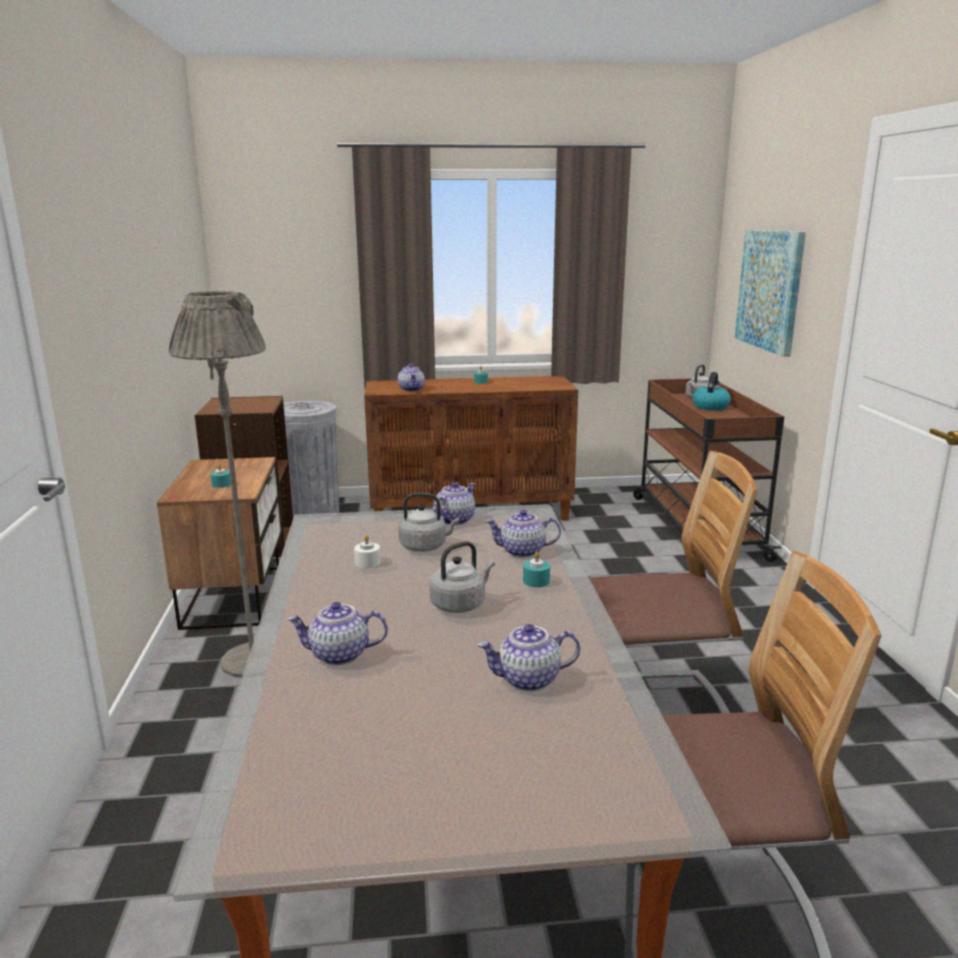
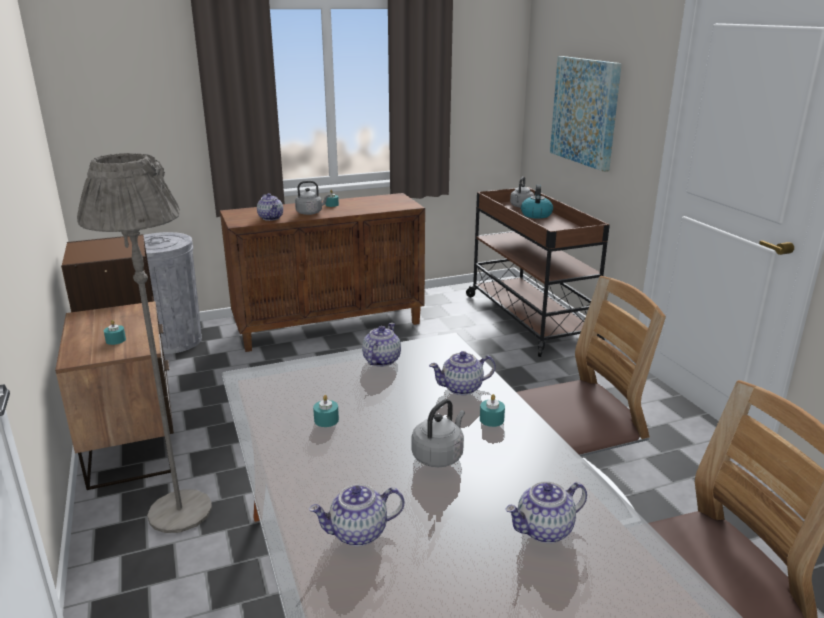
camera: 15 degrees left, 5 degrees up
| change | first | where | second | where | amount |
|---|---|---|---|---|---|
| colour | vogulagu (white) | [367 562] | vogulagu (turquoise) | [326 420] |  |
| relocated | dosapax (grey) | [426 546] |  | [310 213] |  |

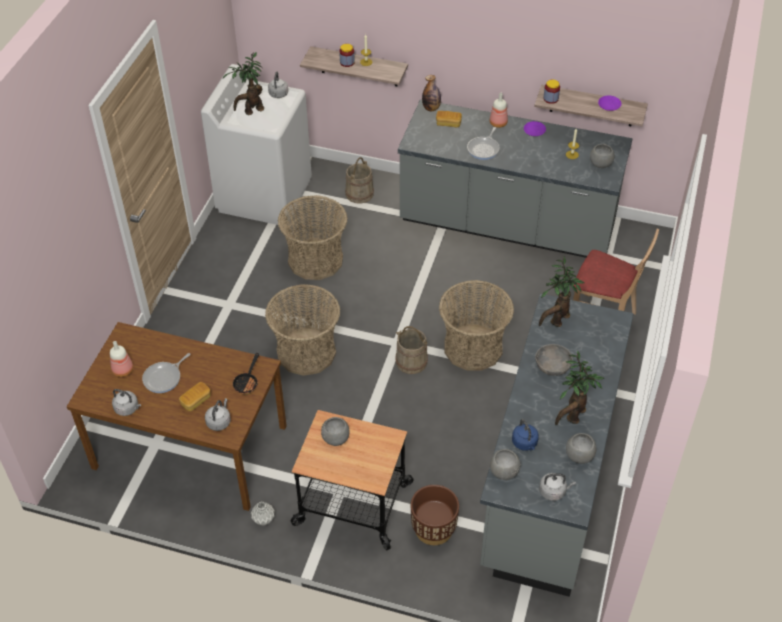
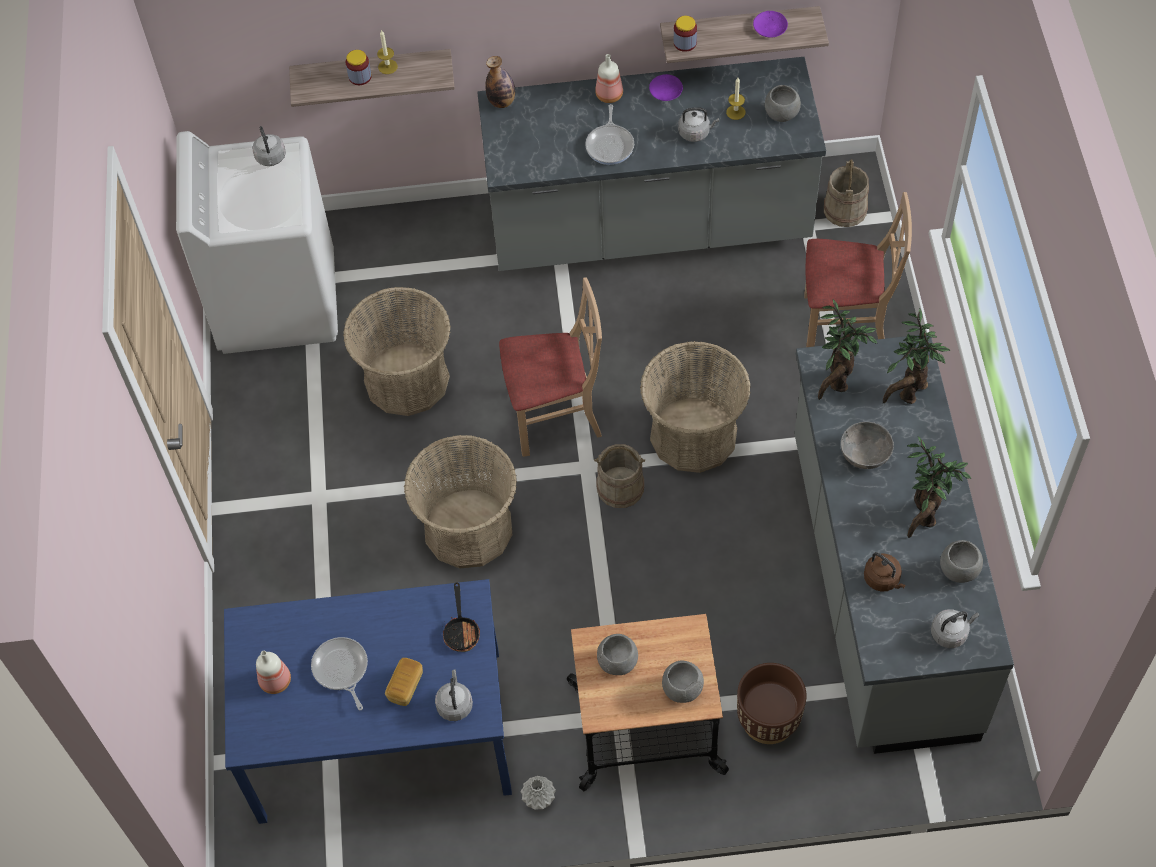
camera: 20 degrees left, 10 degrees up
| change | first | where | second | where | amount |
|---|---|---|---|---|---|
| colour | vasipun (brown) | [191 446] | vasipun (blue) | [383 733] |  |
| relocated | dosapax (grey) | [128 408] |  | [695 133] |  |
| spun | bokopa | [164 378] |  | [341 669] | 135 degrees clockwise |
| relocated | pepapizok | [251 110] |  | [908 393] |  |
| relocated | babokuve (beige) | [359 193] |  | [844 209] |  |
| missing | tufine | [448 123] |  |  |  |
| relocated | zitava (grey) | [504 471] |  | [682 689] |  |
| colour | dosapax (blue) | [525 443] | dosapax (brown) | [883 579] |  |
| appeared |  |  | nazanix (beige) | [555 416] |  |

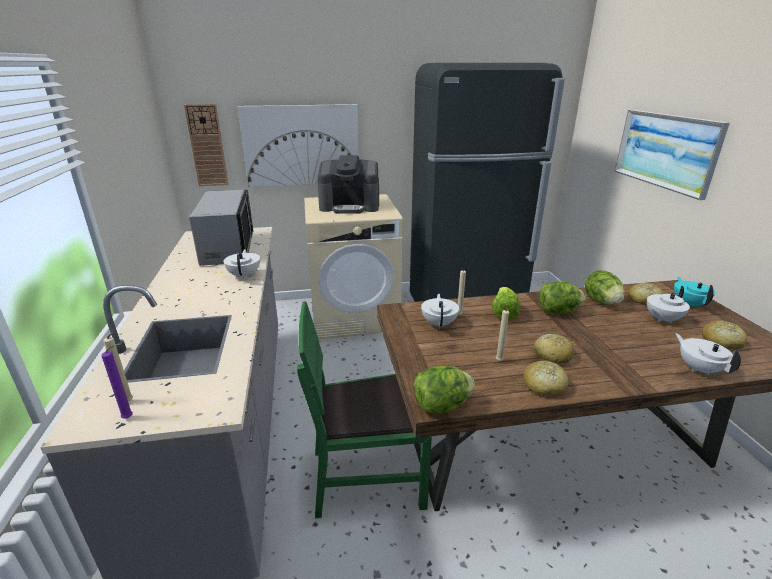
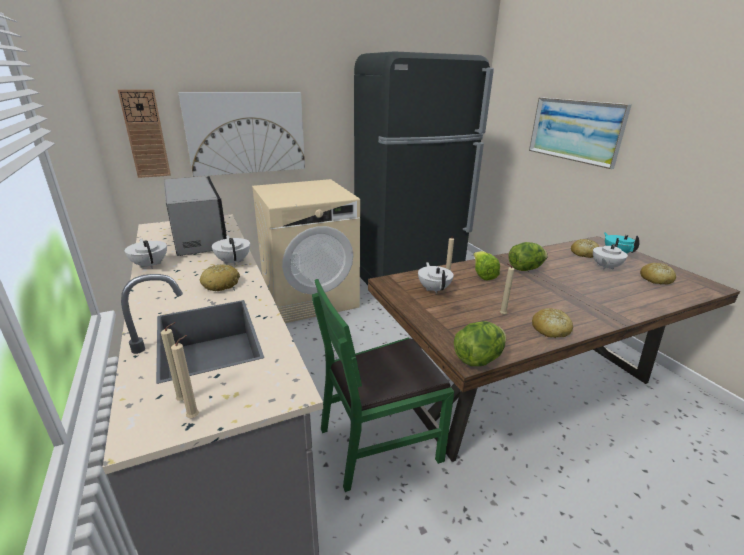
camera: 15 degrees left, 0 degrees up
| change | first | where | second | where | amount |
|---|---|---|---|---|---|
| colour | vogulagu (purple) | [129 418] | vogulagu (beige) | [195 417] |  |
| missing | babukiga | [350 206] |  |  |  |
| relocated | tufine | [552 355] |  | [221 284] |  |
| missing | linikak | [601 302] |  |  |  |
| relocated | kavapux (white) | [699 369] |  | [150 265] |  |

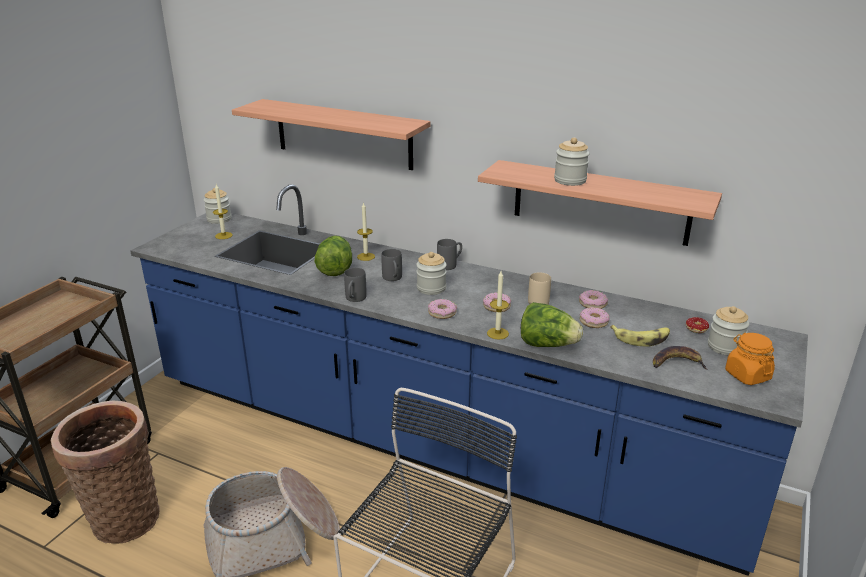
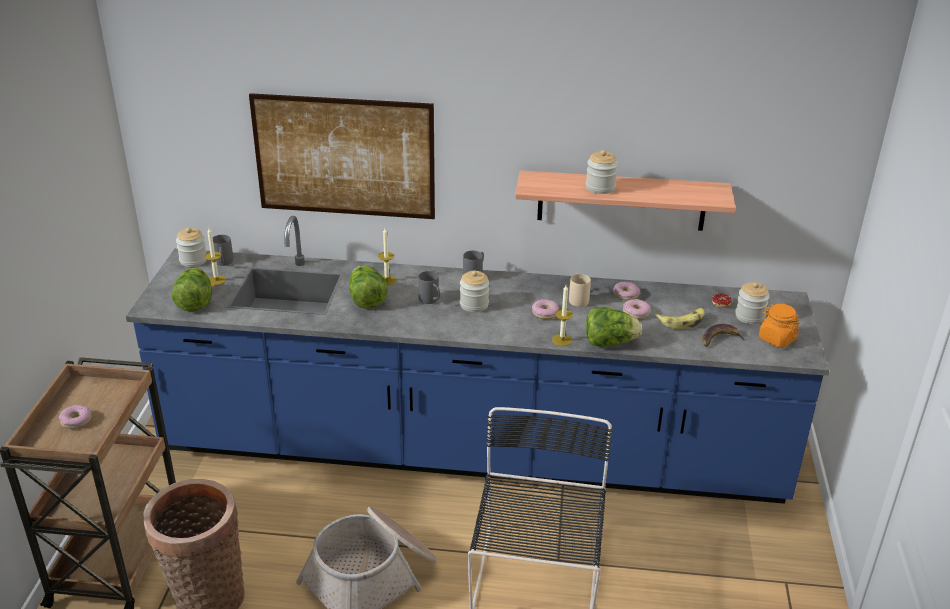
camera: 20 degrees left, 5 degrees up
| change | first | where | second | where | amount |
|---|---|---|---|---|---|
| exchanged | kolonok | [343 134] | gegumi | [344 157] |  |
| relocated | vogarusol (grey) | [354 299] |  | [223 263] |  |
| relocated | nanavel | [442 313] |  | [76 420] |  |
| appeared |  |  | linikak | [195 302] |  |

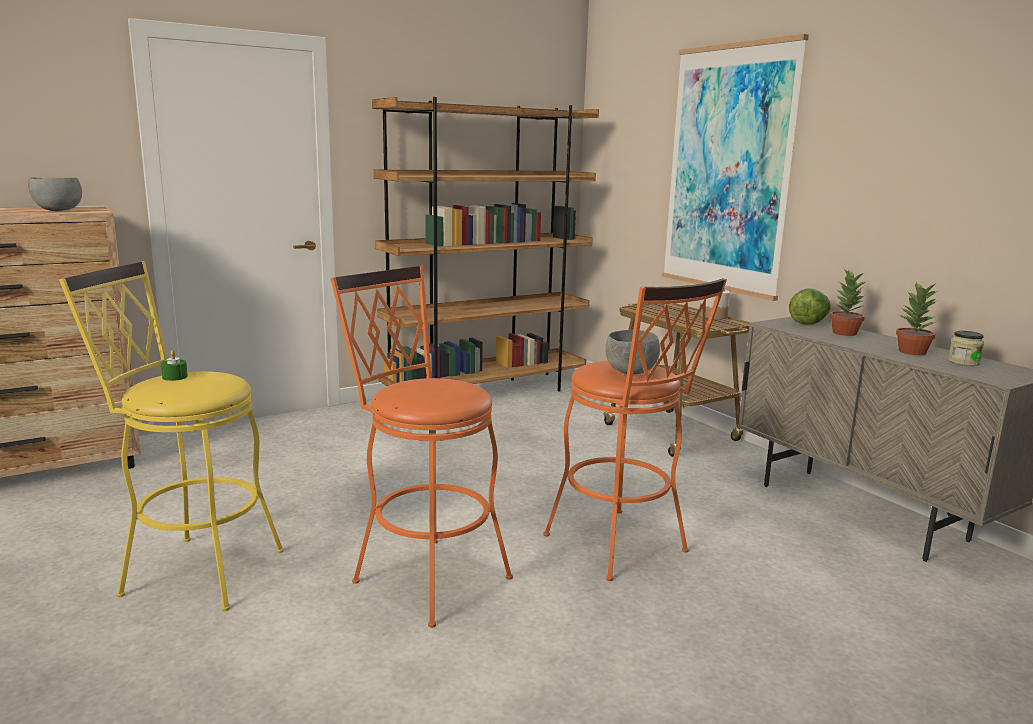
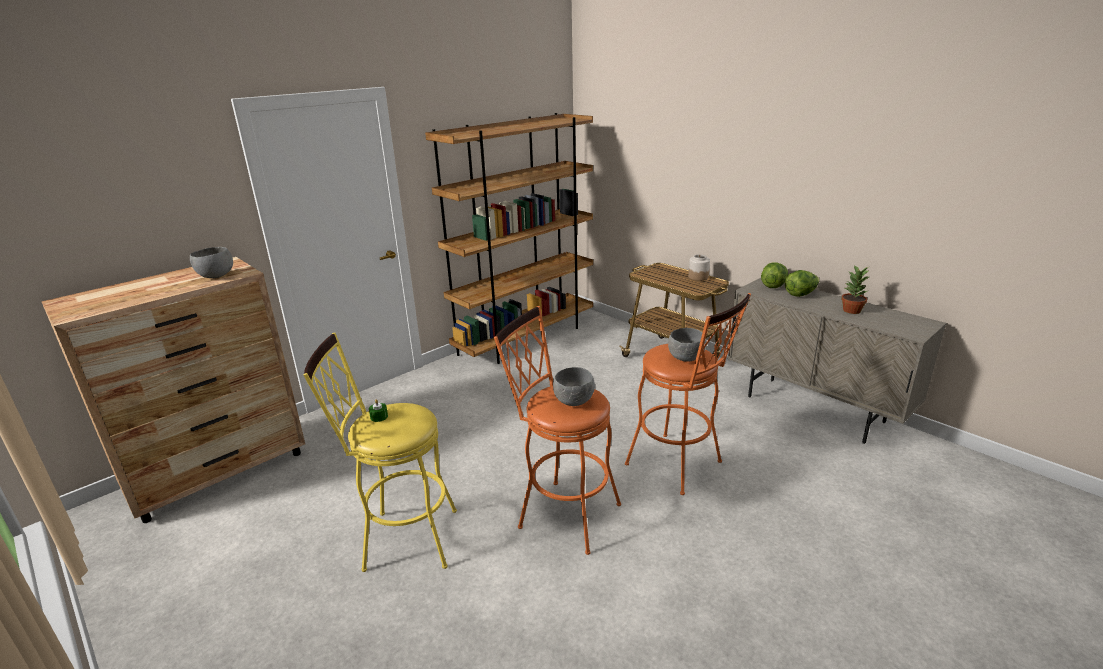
camera: 10 degrees left, 10 degrees up
| change | first | where | second | where | amount |
|---|---|---|---|---|---|
| missing | gegumi | [728 170] |  |  |  |
| exchanged | pepapizok | [844 333] | linikak | [800 294] |  |
| missing | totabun | [963 362] |  |  |  |
| appeared |  |  | zitava (grey) | [574 402] |  |

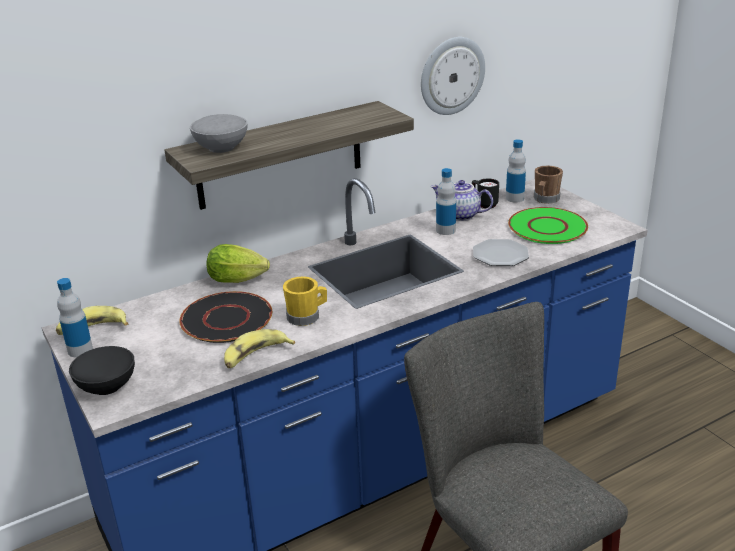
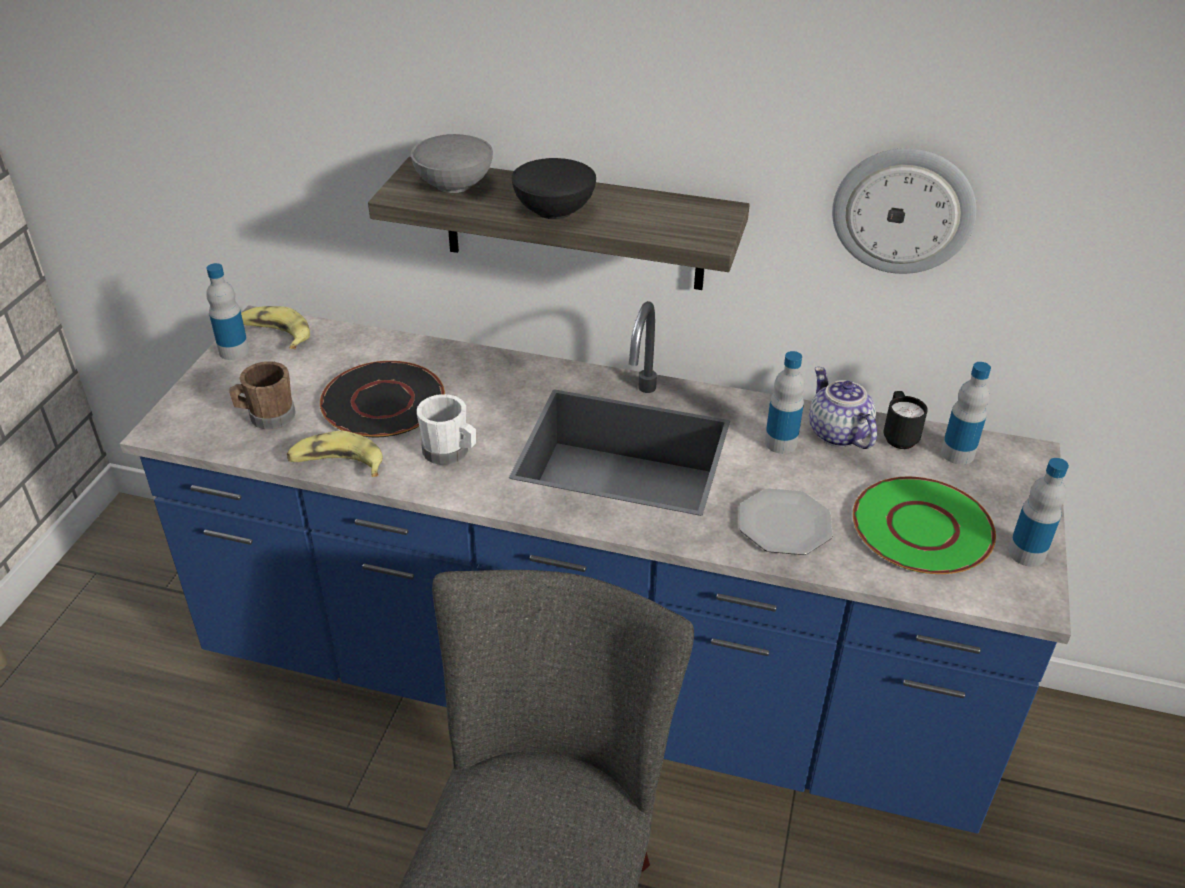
camera: 45 degrees right, 10 degrees up
| change | first | where | second | where | amount |
|---|---|---|---|---|---|
| relocated | zitava (black) | [106 385] |  | [554 209] |  |
| missing | linikak | [240 280] |  |  |  |
| colour | vogarusol (yellow) | [307 316] | vogarusol (white) | [450 452] |  |
| relocated | vogarusol (brown) | [545 199] |  | [267 417] |  |
| appeared |  |  | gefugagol | [1026 553] |  |

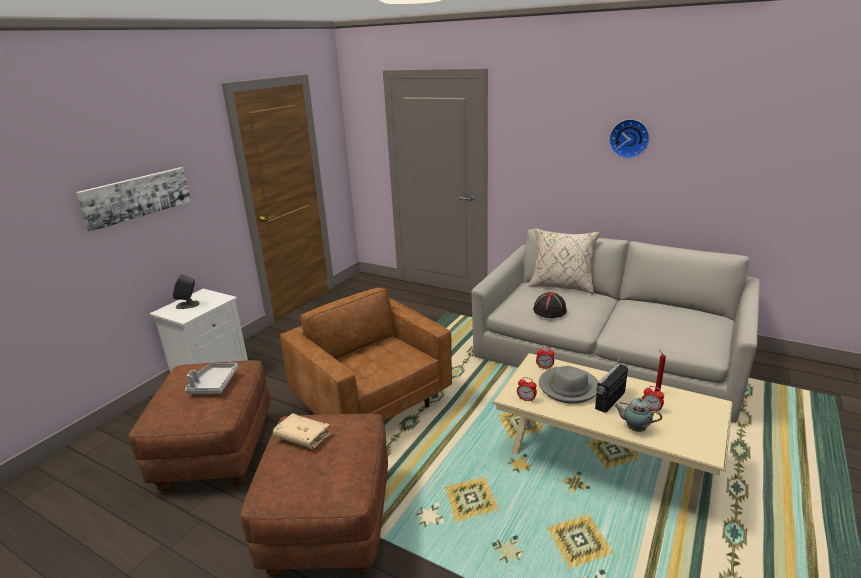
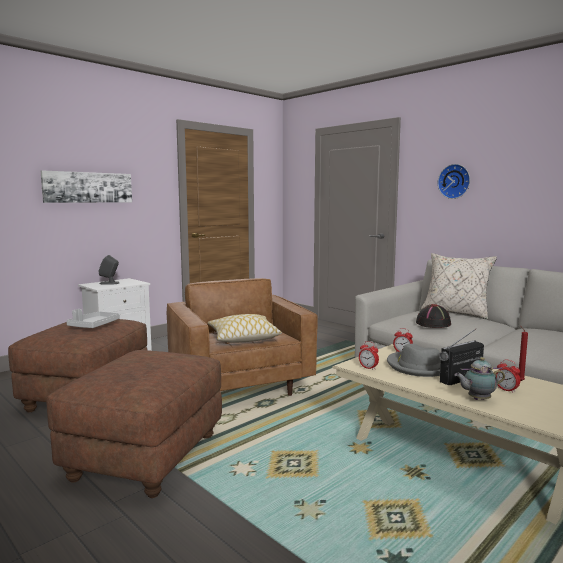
camera: 15 degrees right, 15 degrees down
| change | first | where | second | where | amount |
|---|---|---|---|---|---|
| missing | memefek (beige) | [302 437] |  |  |  |
| relocated | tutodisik | [629 138] |  | [454 181] |  |
| spun | kavapux | [634 428] |  | [477 399] | 45 degrees counterclockwise |
| appeared |  |  | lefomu | [243 338] |  |

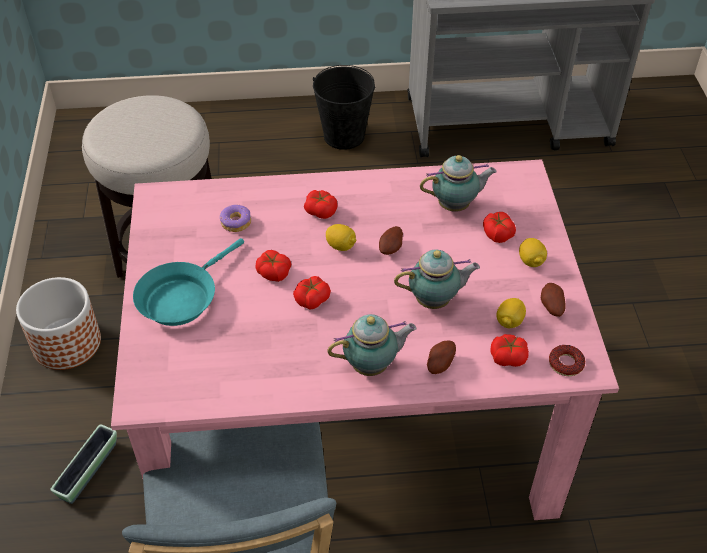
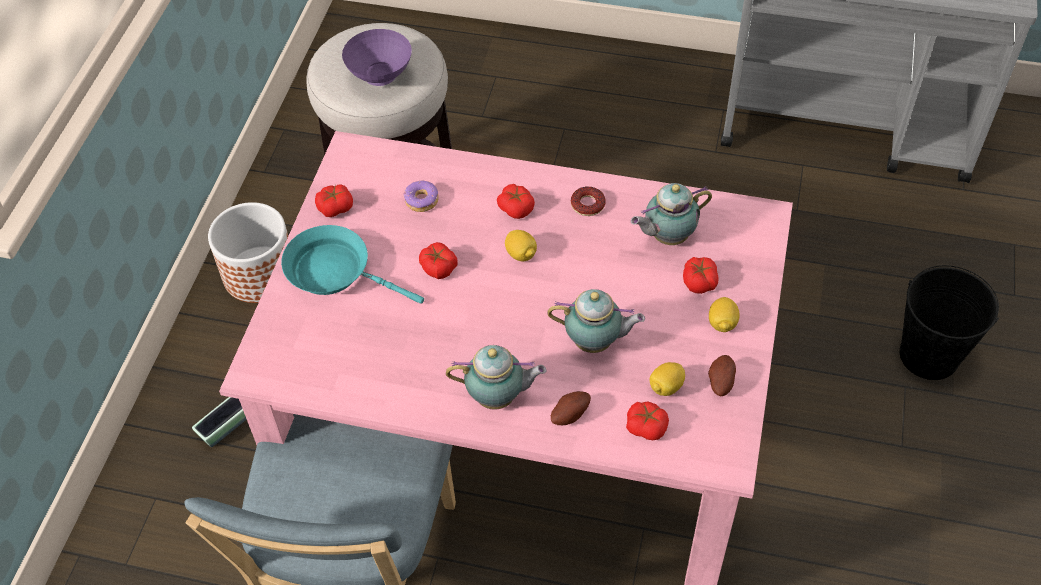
camera: 20 degrees right, 5 degrees up
| change | first | where | second | where | amount |
|---|---|---|---|---|---|
| spun | bokopa (turquoise) | [181 297] |  | [335 271] | 60 degrees clockwise |
| relocated | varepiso | [312 299] |  | [335 207] |  |
| relocated | babokuve (black) | [344 136] |  | [929 356] |  |
| missing | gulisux | [391 248] |  |  |  |
| spun | kavapux | [456 206] |  | [667 237] | 150 degrees clockwise |
| relocated | nanavel | [565 363] |  | [587 204] |  |
| appeared |  |  | zitava (purple) | [381 76] |  |

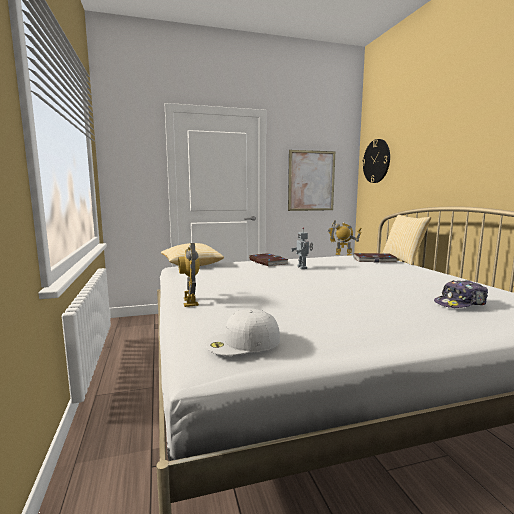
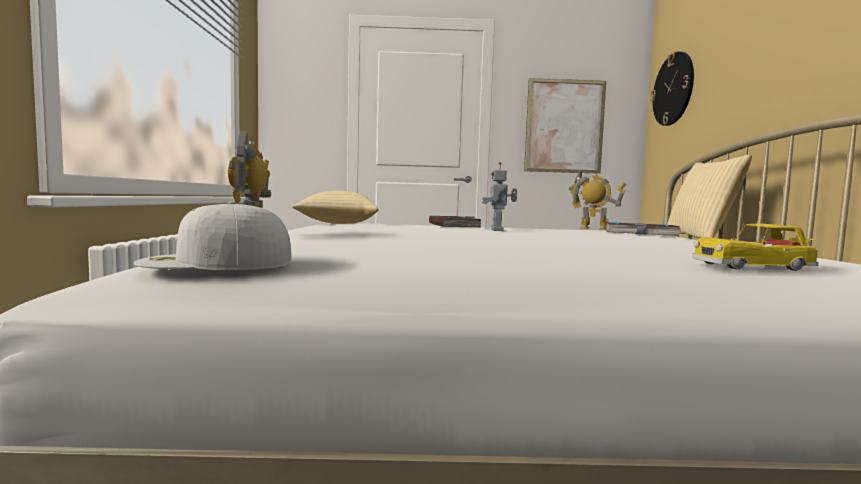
camera: 15 degrees right, 5 degrees down
| change | first | where | second | where | amount |
|---|---|---|---|---|---|
| exchanged | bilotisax | [460 303] | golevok | [754 267] |  |

